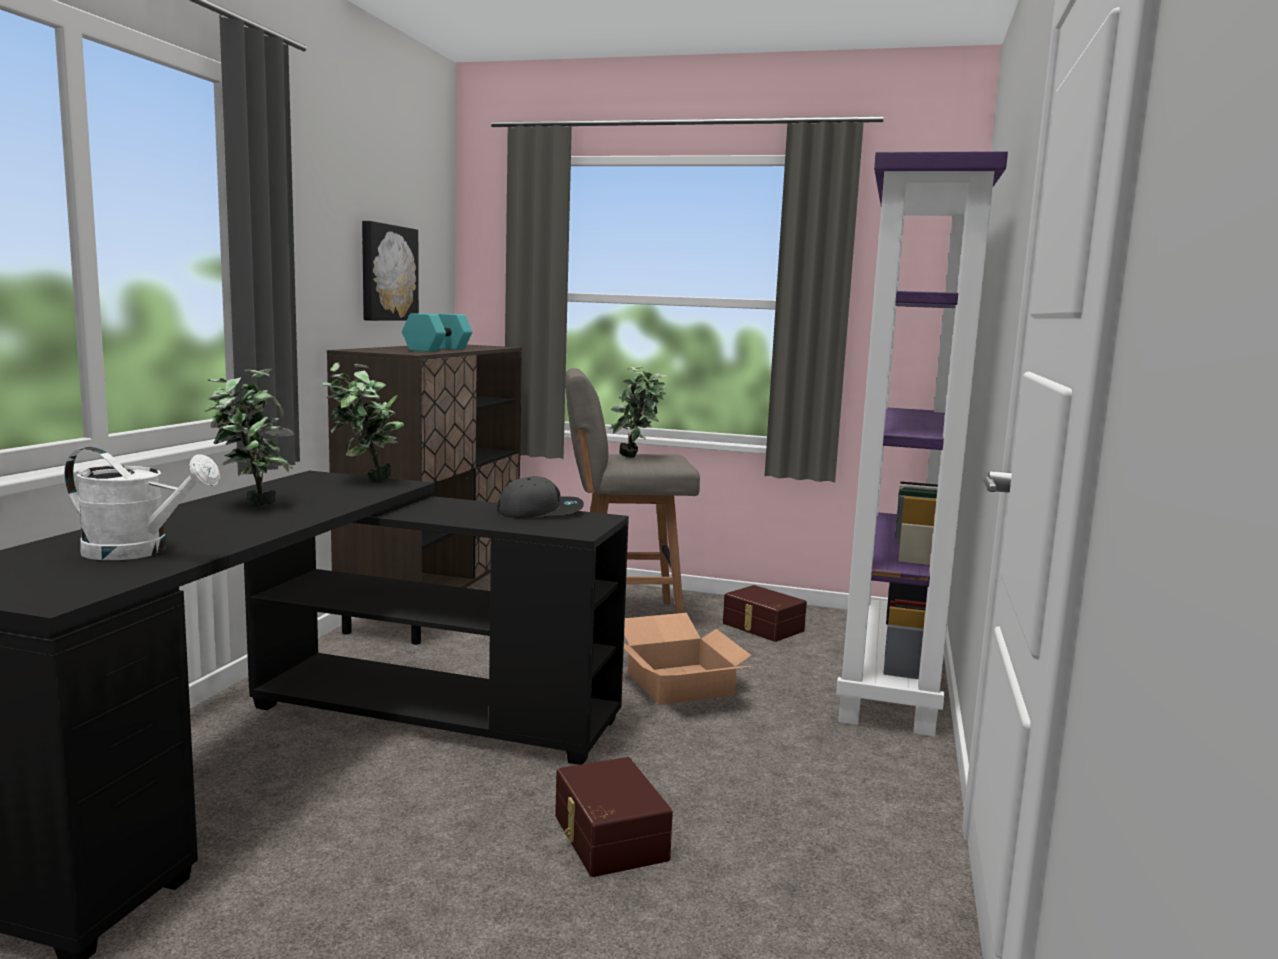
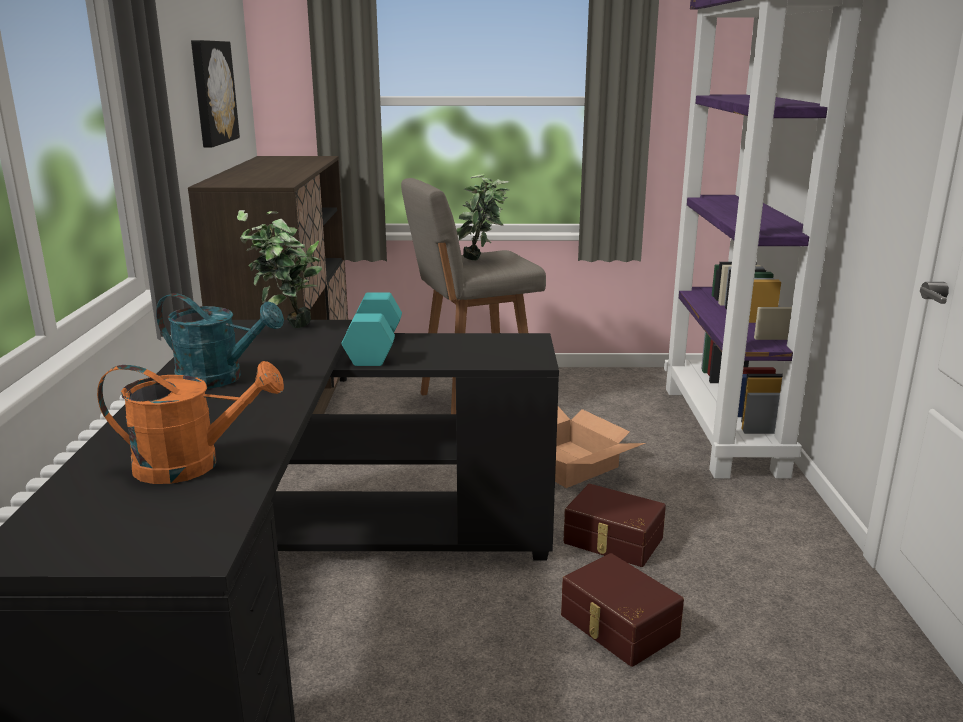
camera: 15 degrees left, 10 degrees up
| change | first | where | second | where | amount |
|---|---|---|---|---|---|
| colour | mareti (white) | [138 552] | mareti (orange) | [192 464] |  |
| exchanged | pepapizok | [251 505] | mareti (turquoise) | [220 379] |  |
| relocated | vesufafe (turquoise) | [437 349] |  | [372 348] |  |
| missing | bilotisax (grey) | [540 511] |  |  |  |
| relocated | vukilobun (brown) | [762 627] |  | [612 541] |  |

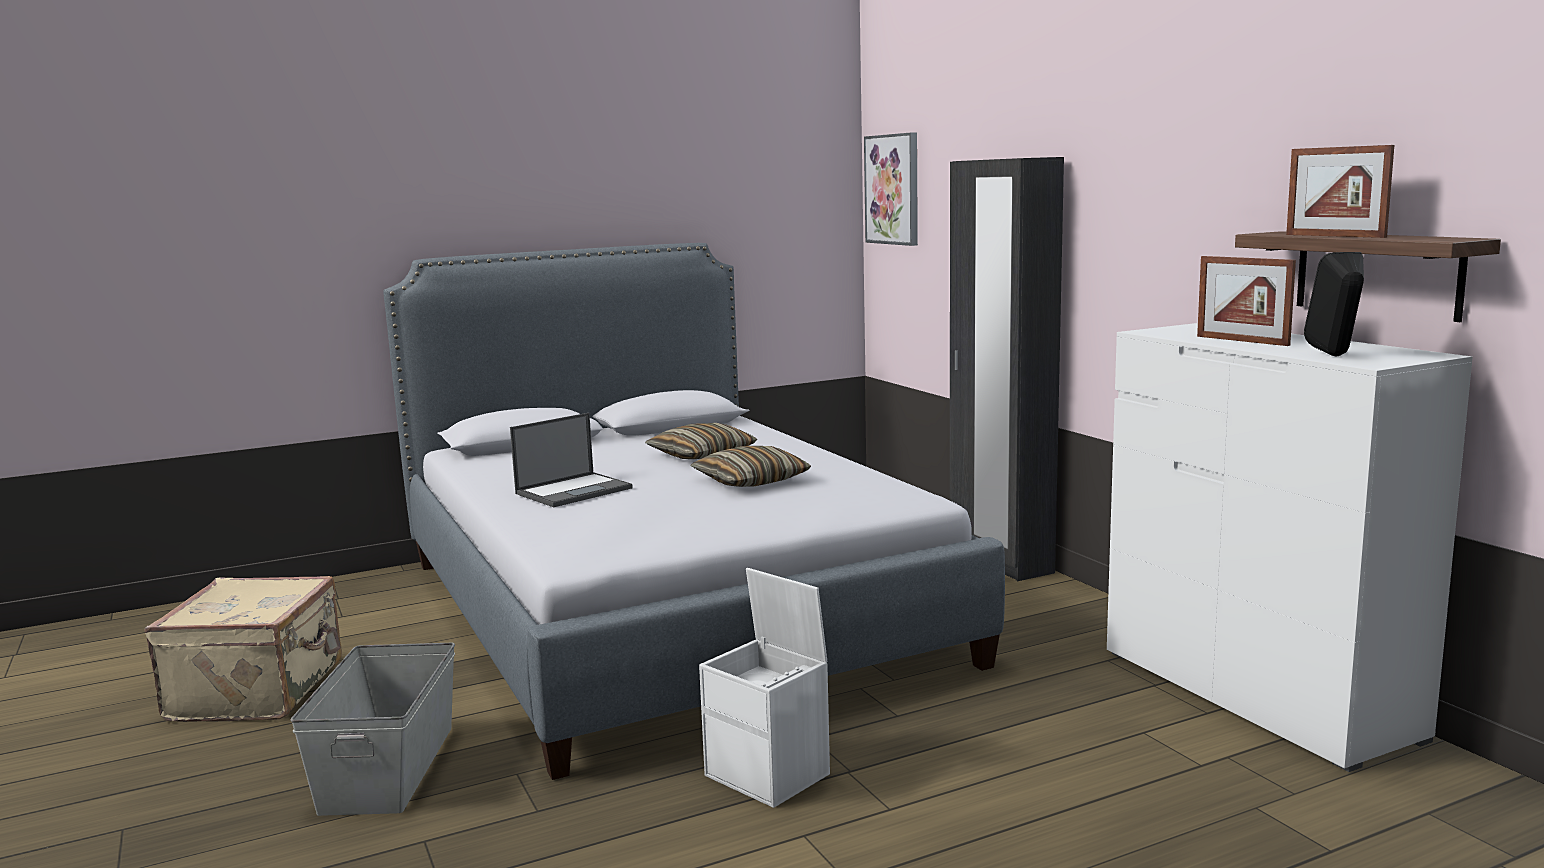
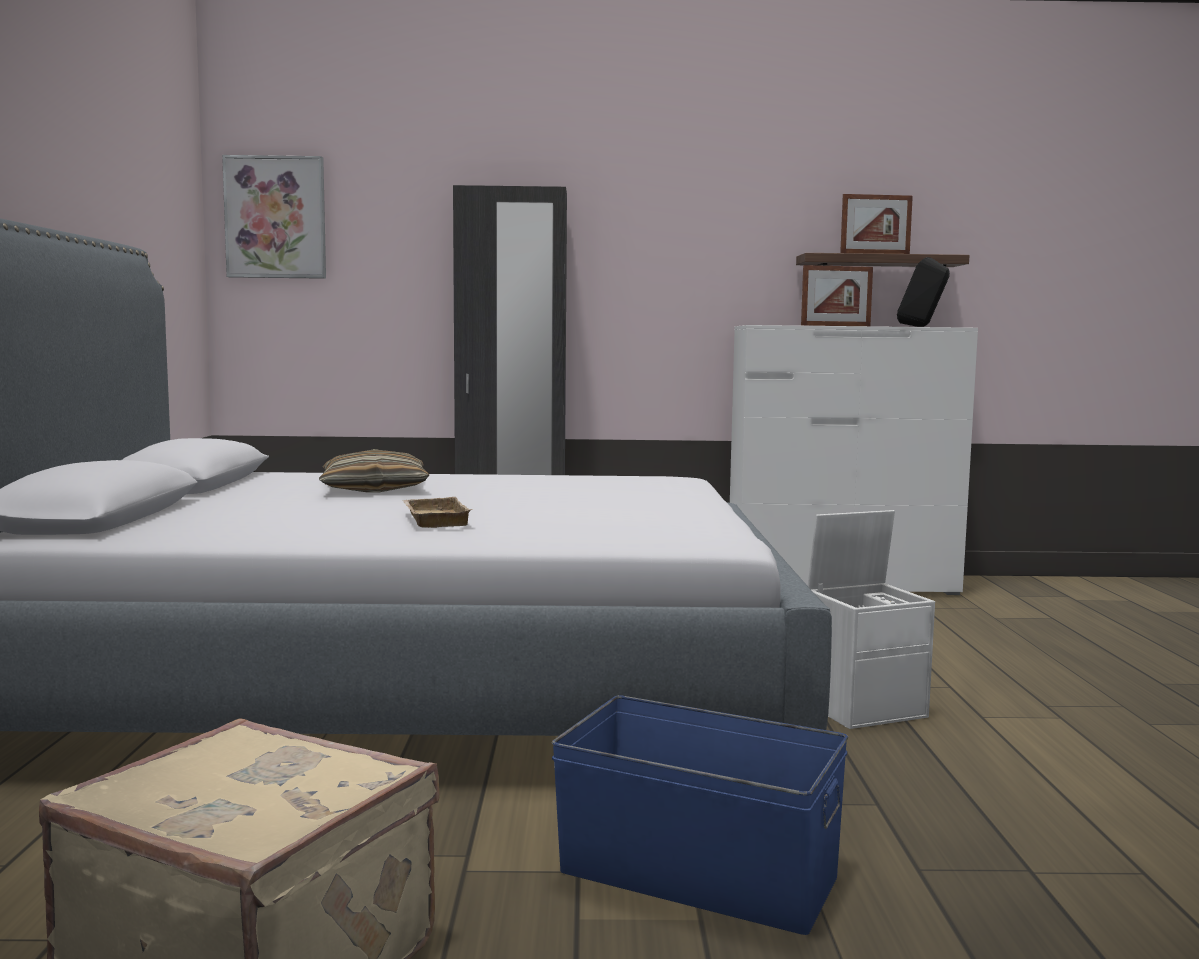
camera: 65 degrees left, 5 degrees down
| change | first | where | second | where | amount |
|---|---|---|---|---|---|
| colour | vukilobun (grey) | [387 768] | vukilobun (blue) | [698 875] |  |
| exchanged | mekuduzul | [574 490] | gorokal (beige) | [433 519] |  |
| missing | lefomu | [751 481] |  |  |  |

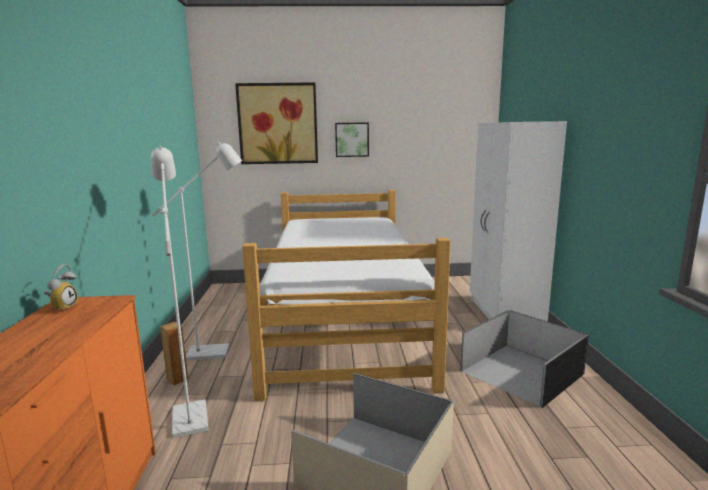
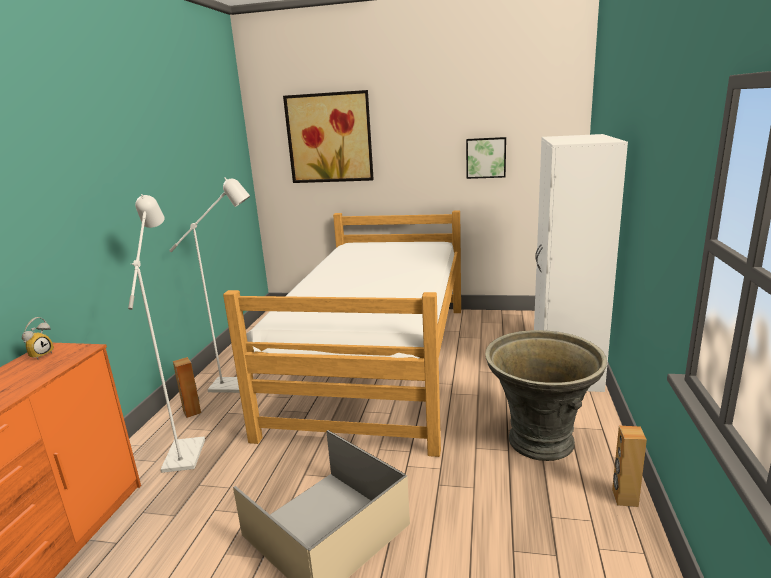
camera: 15 degrees right, 5 degrees up
| change | first | where | second | where | amount |
|---|---|---|---|---|---|
| relocated | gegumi | [352 139] |  | [486 157] |  |
| exchanged | vukilobun (black) | [520 372] | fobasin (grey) | [539 442] |  |
| appeared |  |  | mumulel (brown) | [624 498] |  |

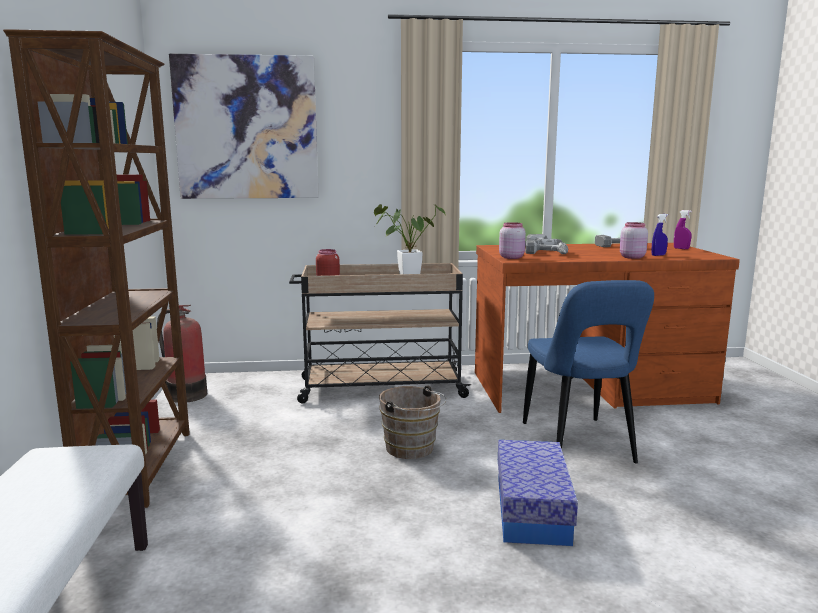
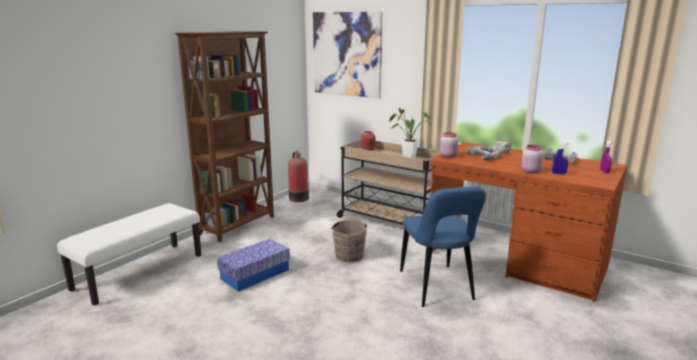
camera: 40 degrees right, 5 degrees up
| change | first | where | second | where | amount |
|---|---|---|---|---|---|
| relocated | vukilobun | [531 510] |  | [255 274] |  |
| spun | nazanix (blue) | [579 446] |  | [437 287] | 45 degrees counterclockwise |

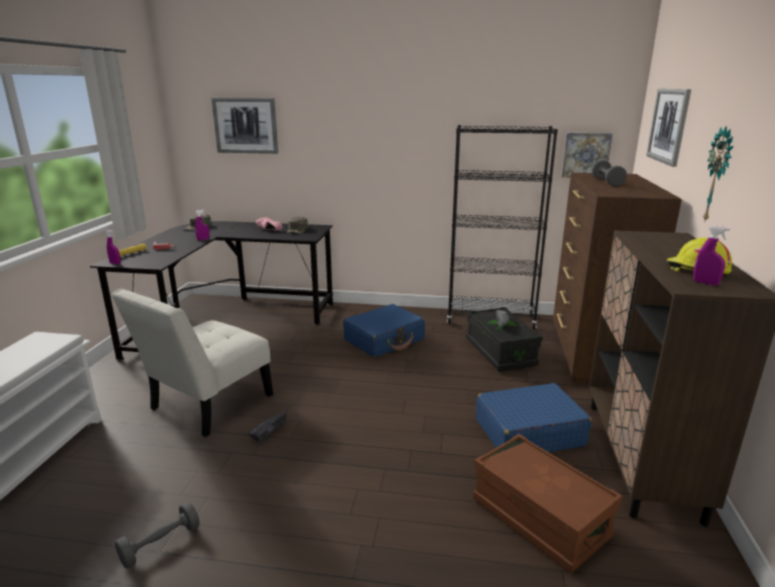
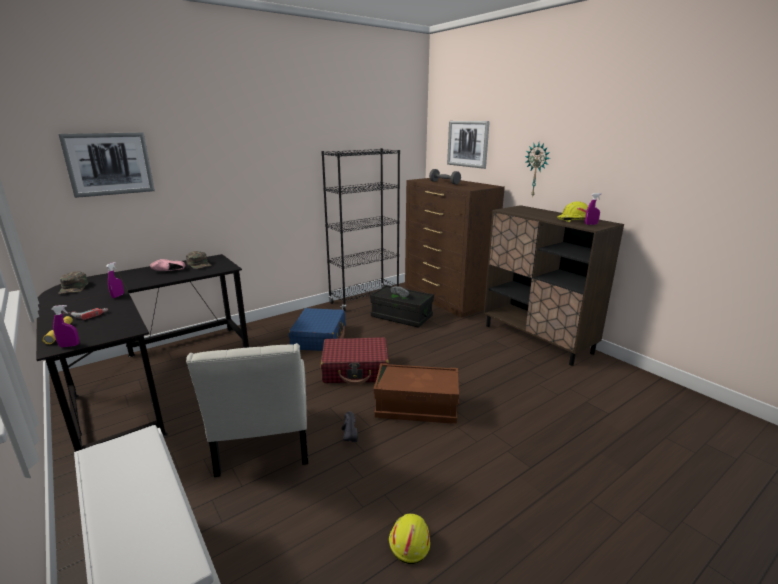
camera: 45 degrees left, 0 degrees up
| change | first | where | second | where | amount |
|---|---|---|---|---|---|
| exchanged | vesufafe (grey) | [160 544] | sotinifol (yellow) | [409 541] |  |
| relocated | vukilobun (brown) | [539 518] |  | [416 407] |  |
| missing | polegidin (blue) | [528 432] |  |  |  |
| missing | gegumi | [585 155] |  |  |  |
| appeared |  |  | polegidin (red) | [356 370] |  |

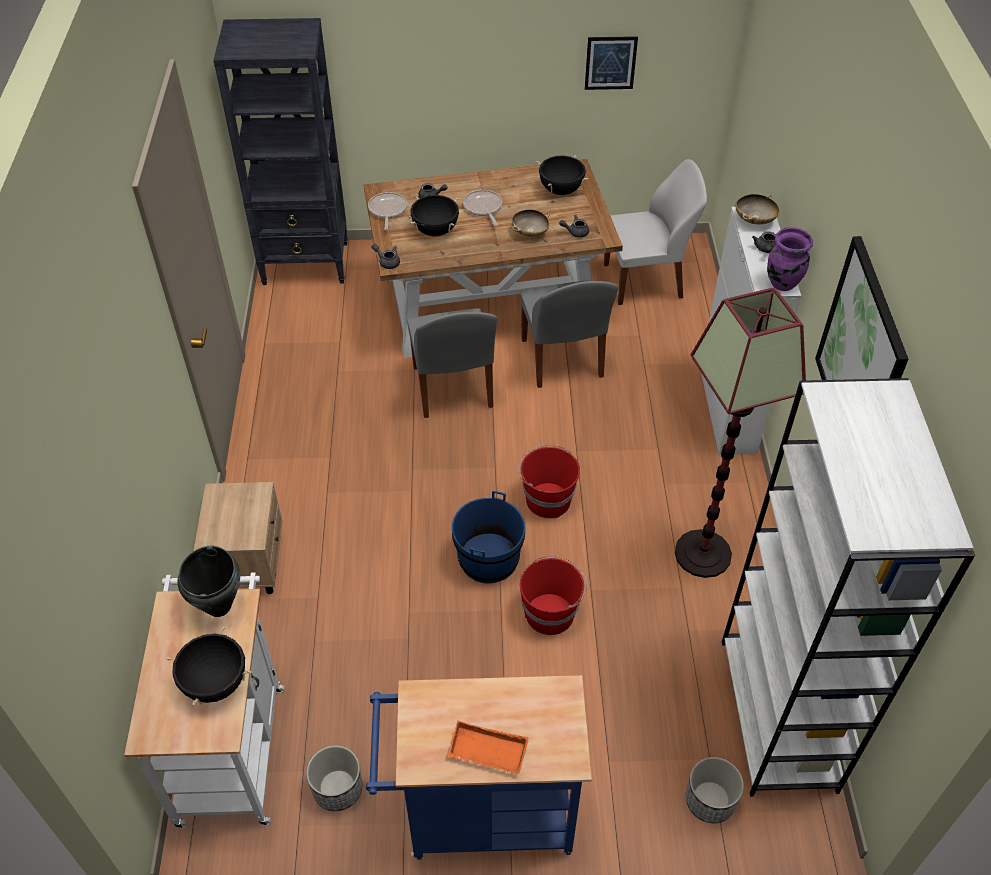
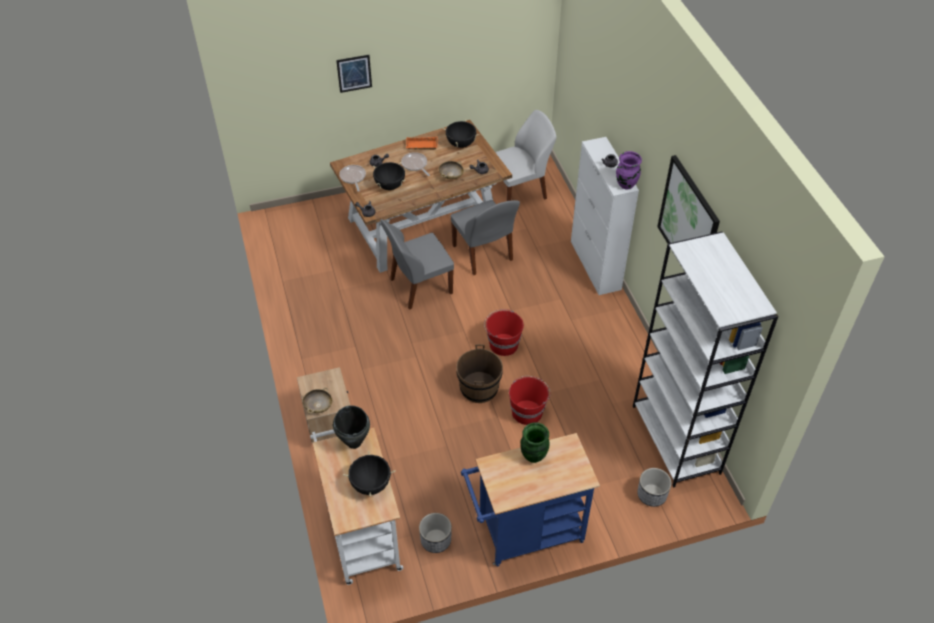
camera: 15 degrees left, 0 degrees up
| change | first | where | second | where | amount |
|---|---|---|---|---|---|
| missing | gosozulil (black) | [306 264] |  |  |  |
| spun | nazanix (grey) | [452 389] |  | [419 287] | 90 degrees clockwise |
| relocated | gorokal (orange) | [486 753] |  | [421 146] |  |
| colour | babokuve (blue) | [488 559] | babokuve (brown) | [479 388] |  |
| relocated | gegumi | [610 63] |  | [354 73] |  |
| missing | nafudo | [702 554] |  |  |  |
| relocated | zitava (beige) | [755 220] |  | [318 406] |  |
| appeared |  |  | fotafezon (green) | [533 455] |  |

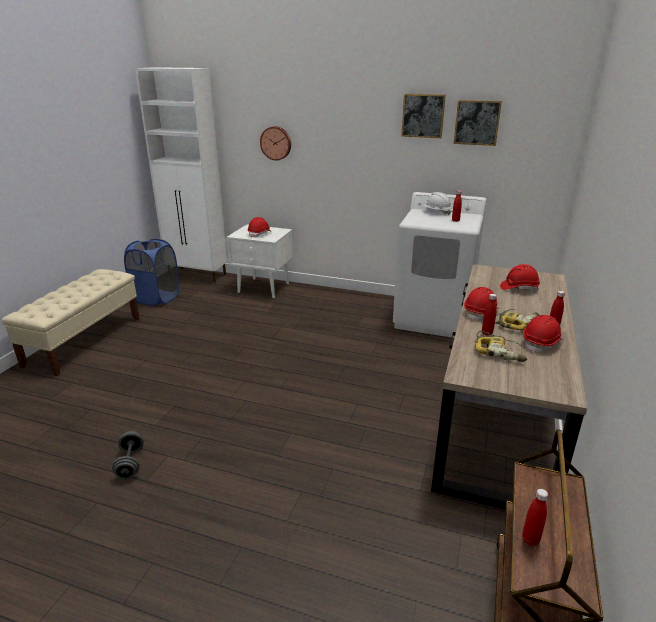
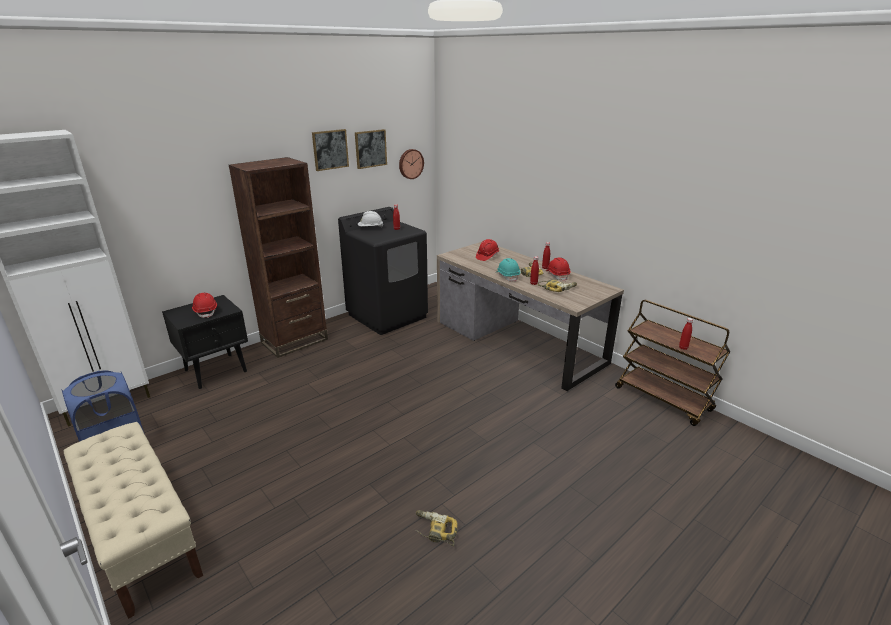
camera: 60 degrees left, 0 degrees up
| change | first | where | second | where | amount |
|---|---|---|---|---|---|
| exchanged | vesufafe (grey) | [130 464] | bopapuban | [434 531] |  |
| colour | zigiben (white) | [264 288] | zigiben (black) | [217 370] |  |
| relocated | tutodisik | [276 143] |  | [410 164] |  |
| colour | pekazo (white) | [433 318] | pekazo (black) | [387 315] |  |
| colour | sotinifol (red) | [481 313] | sotinifol (turquoise) | [507 276] |  |
| appeared |  |  | gosozulil (brown) | [294 341] |  |

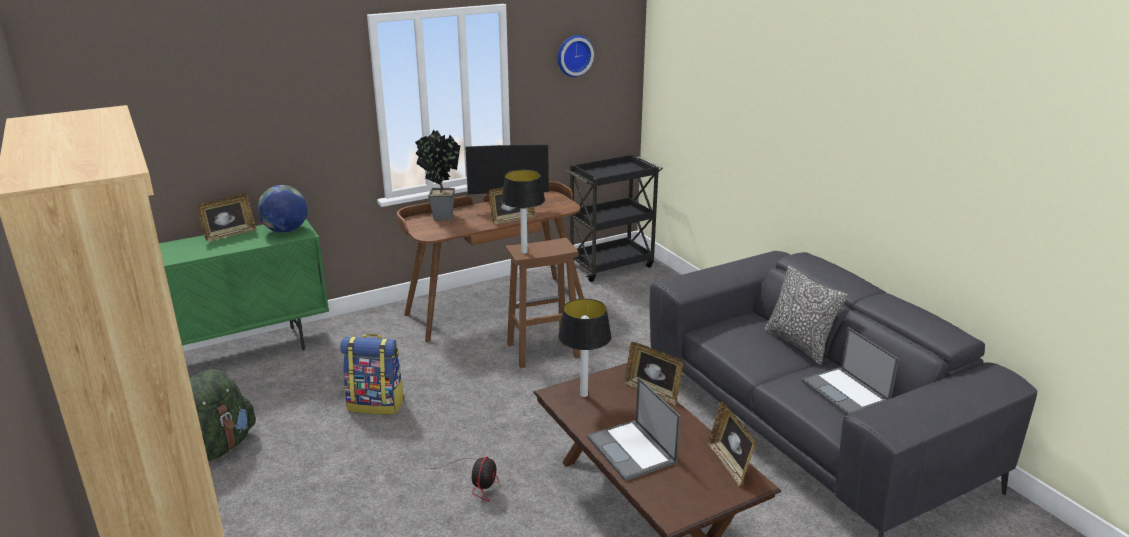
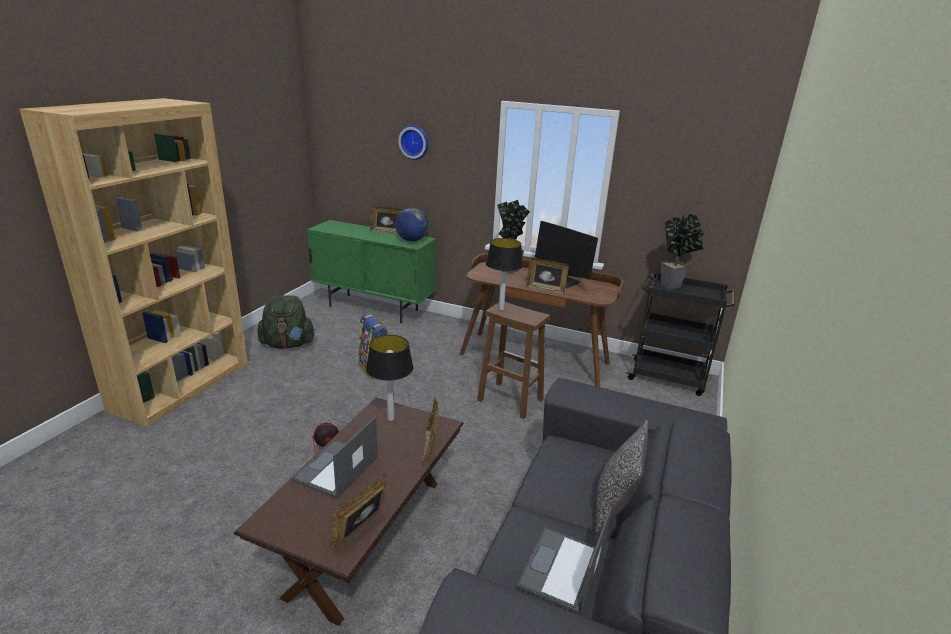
camera: 50 degrees right, 0 degrees up
| change | first | where | second | where | amount |
|---|---|---|---|---|---|
| relocated | tutodisik | [573 55] |  | [414 142] |  |
| appeared |  |  | pepapizok | [673 286] |  |

